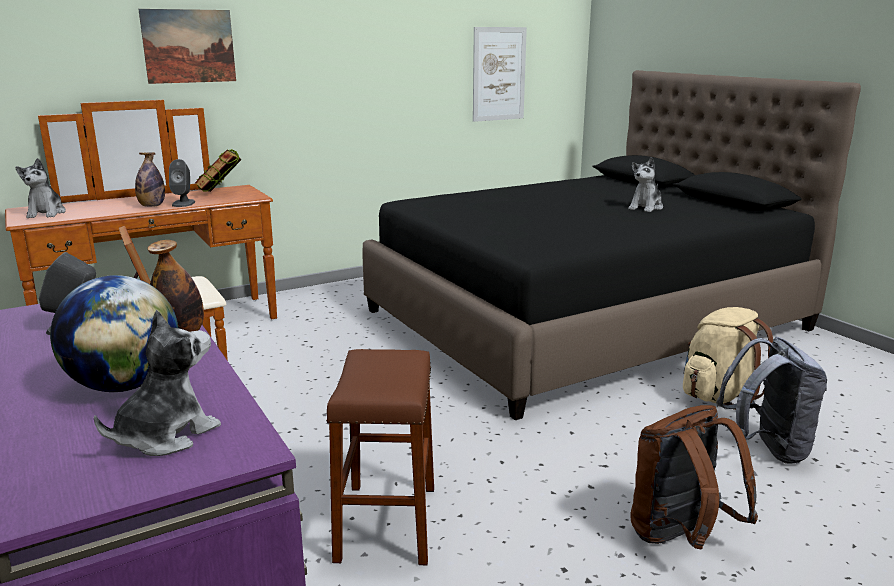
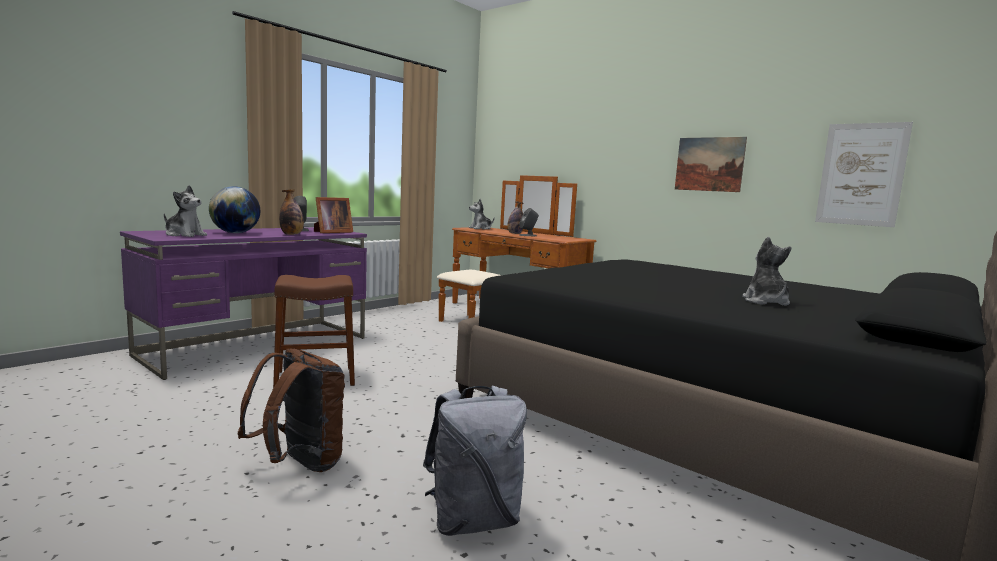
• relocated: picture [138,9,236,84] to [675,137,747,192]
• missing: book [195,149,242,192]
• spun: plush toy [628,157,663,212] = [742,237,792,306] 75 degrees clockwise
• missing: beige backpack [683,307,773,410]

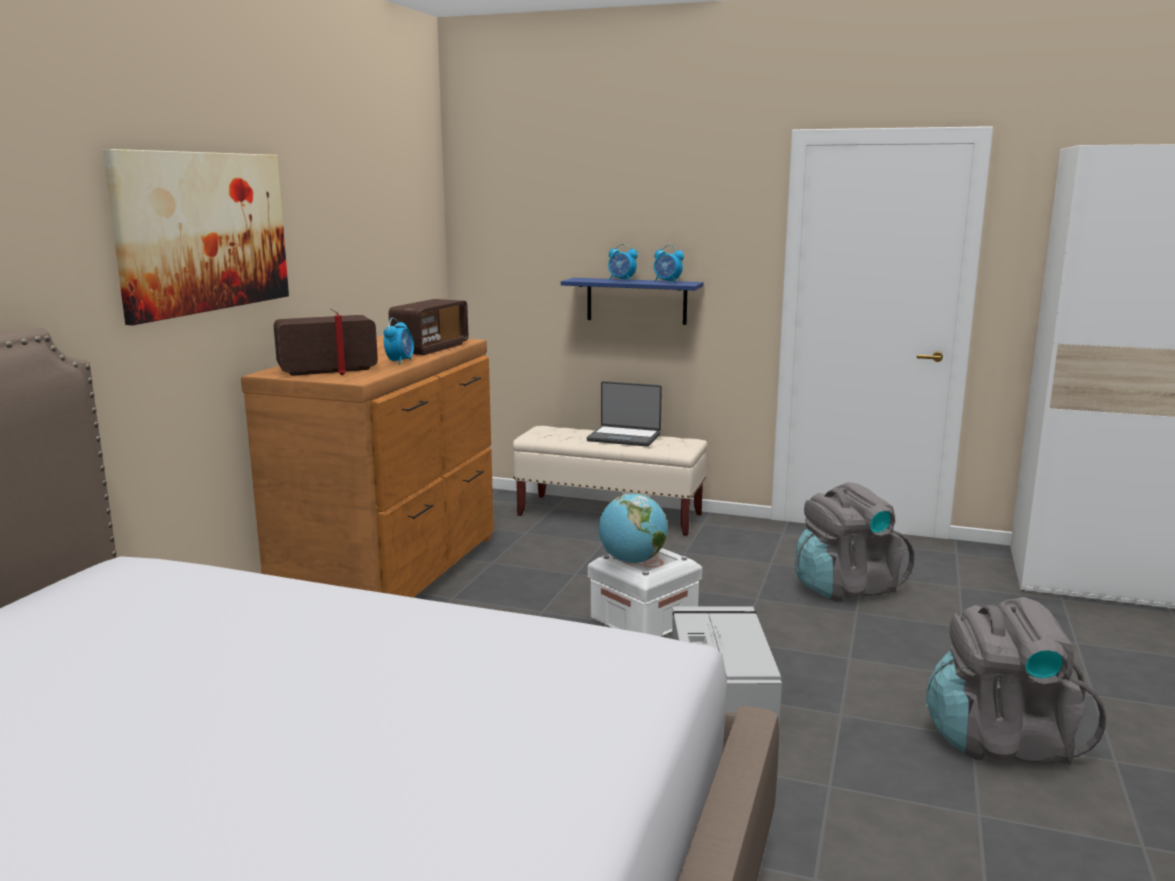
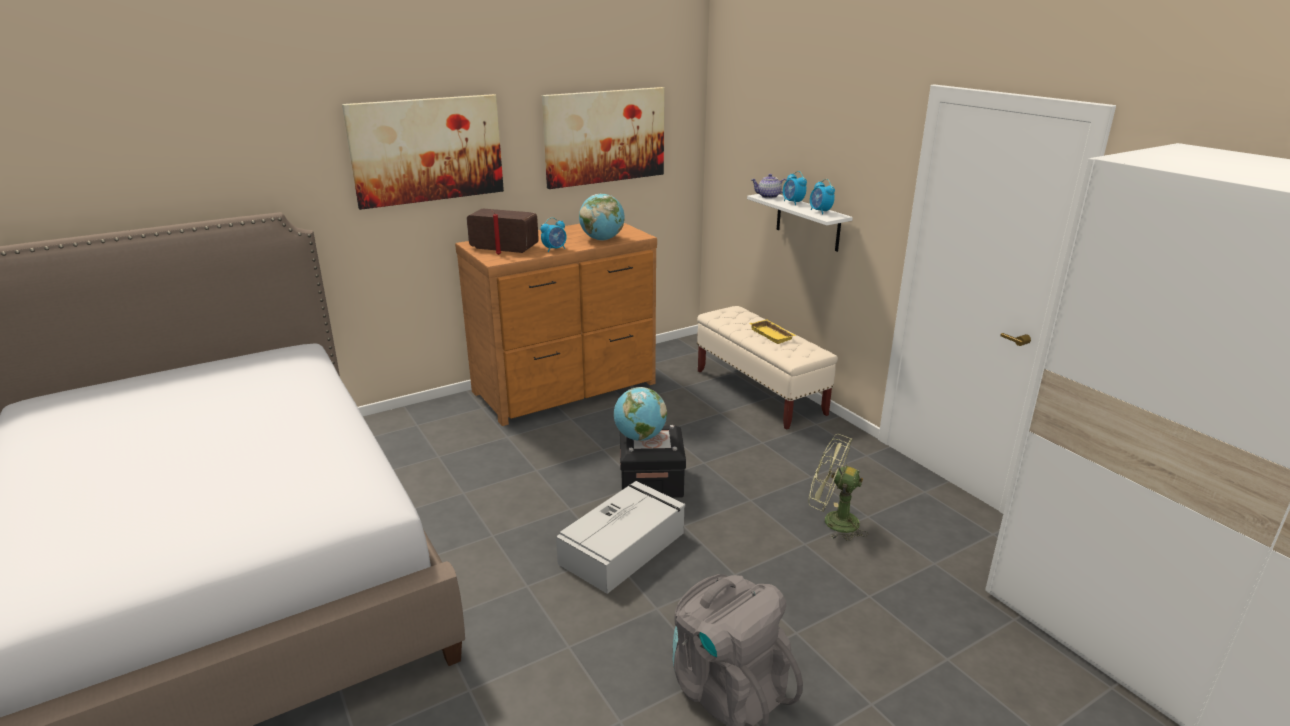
• colour: blue shelf [561,278,704,325] to white shelf [747,194,853,252]
• exchanged: radio [389,299,468,355] to globe [579,194,625,241]
• exchanged: laptop [587,381,662,447] to yellow tray [749,319,796,344]
• exchanged: grey backpack [795,482,914,602] to green fan [808,434,868,541]
• colour: white storage box [588,548,702,636] to black storage box [620,425,686,498]
• appeared: picture [542,87,665,189]
• appeared: teapot [751,174,787,199]

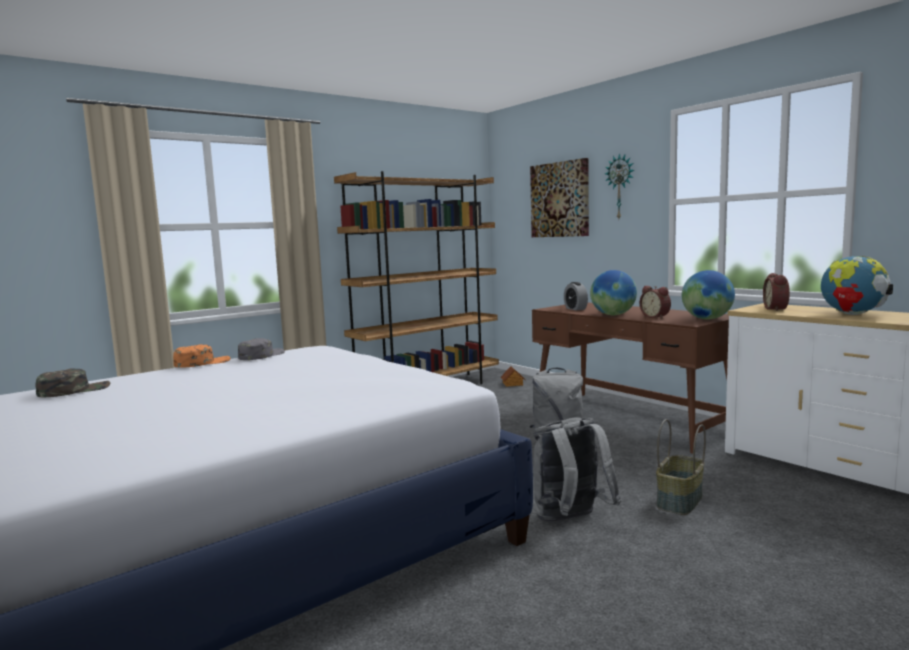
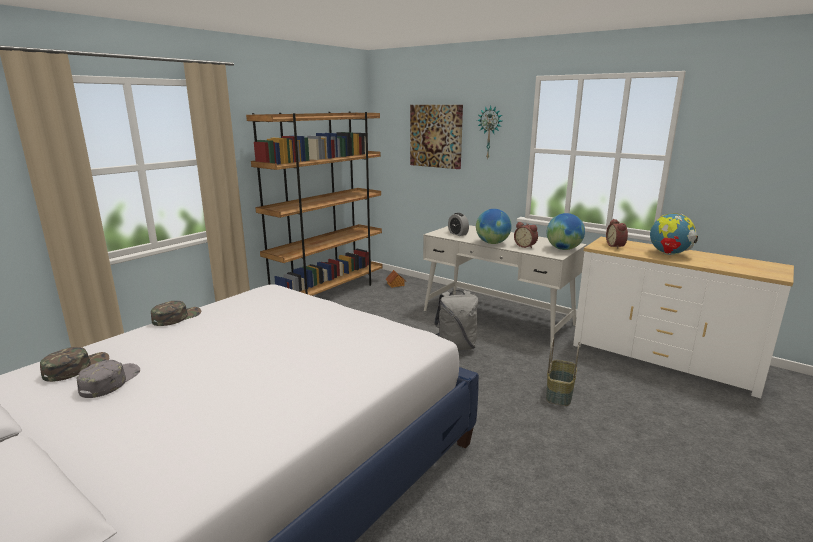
• colour: brown desk [532,303,729,454] to white desk [423,225,587,348]
• relocated: grey cap [238,338,285,360] to [77,360,140,398]
• colour: orange cap [173,345,230,368] to green cap [151,301,202,326]
• missing: grey backpack [533,417,621,522]

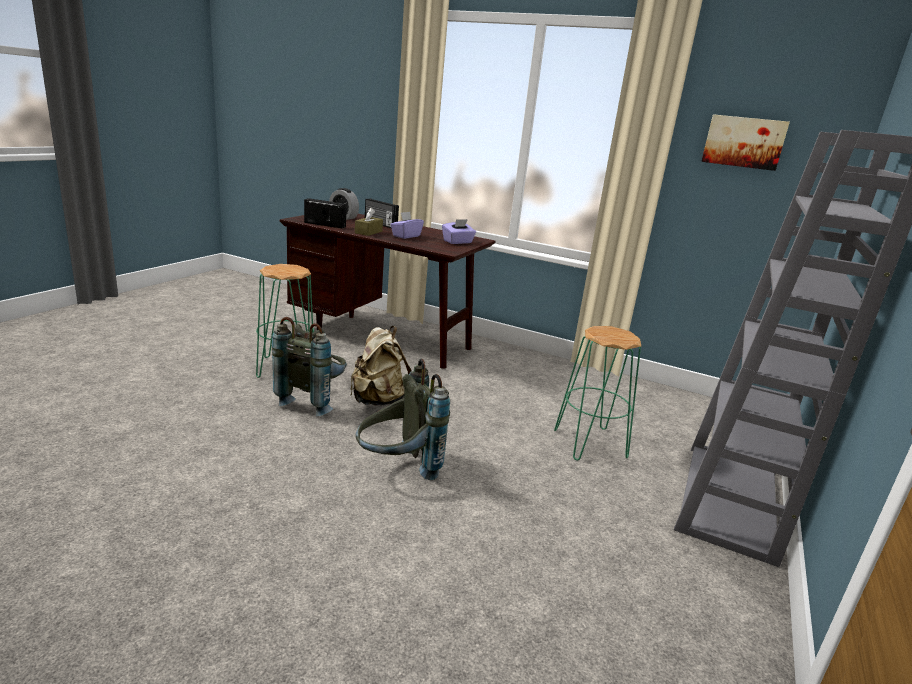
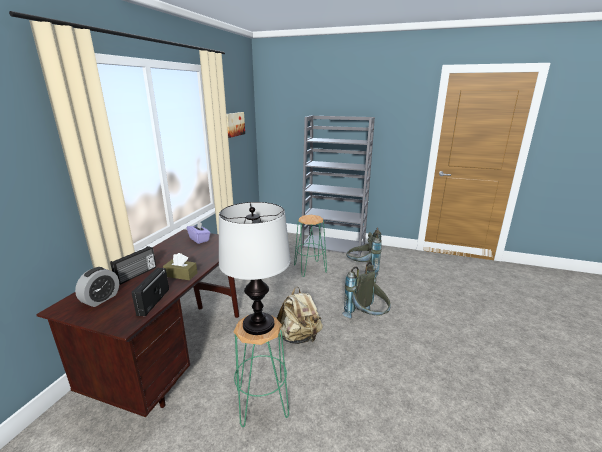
• missing: purple tissue box [390,212,424,239]
• relocated: grey backpack [272,317,347,416] to [346,227,382,277]
• appeared: table lamp [219,202,291,335]

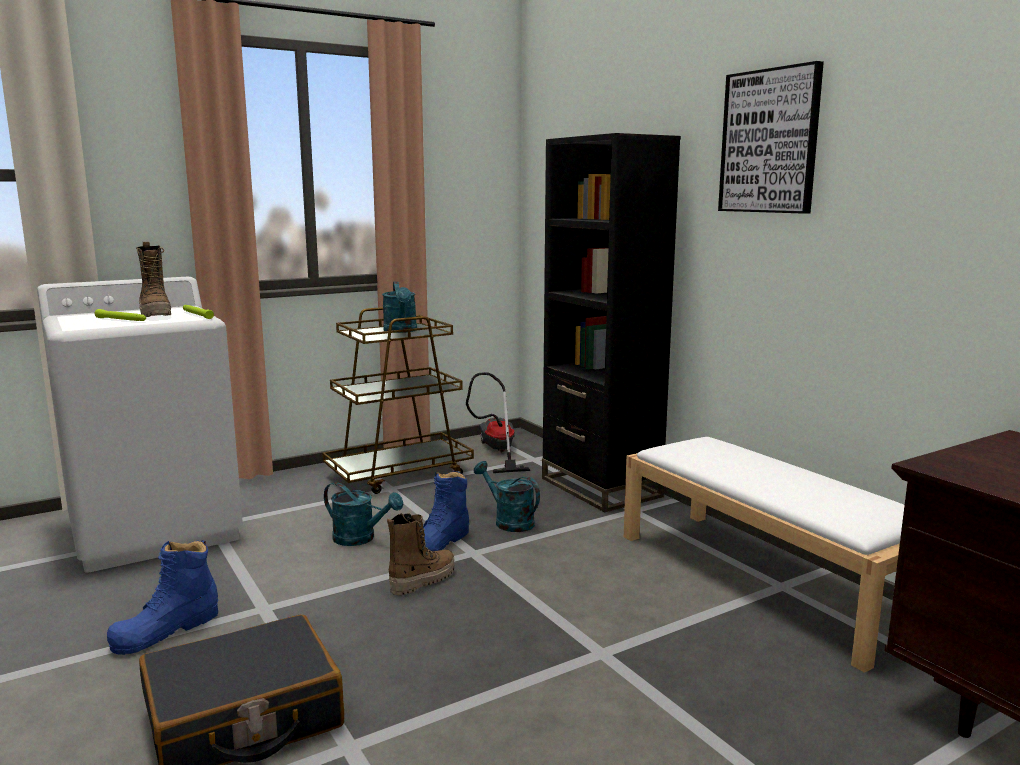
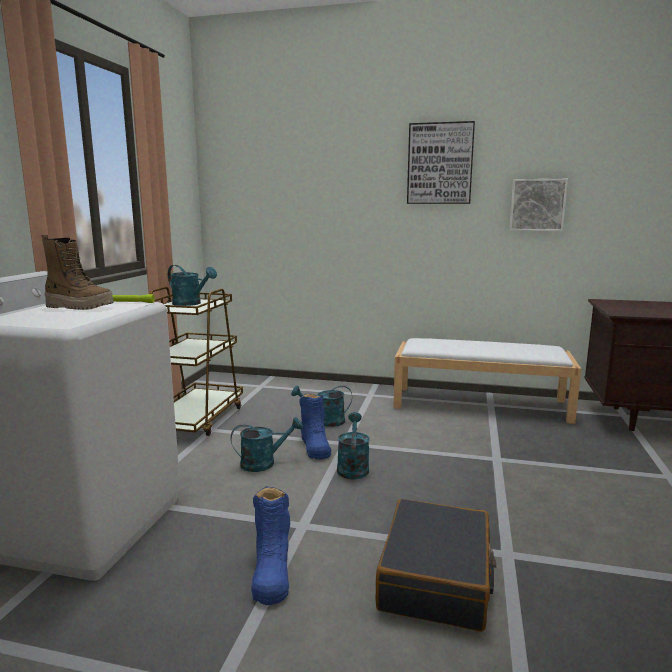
• missing: black bookcase [542,133,681,512]
• missing: green flashlight [95,309,146,321]
• missing: vacuum cleaner [466,372,531,473]
• exchanged: boot [387,513,455,595] to turquoise watering can [337,412,370,479]
• appeared: picture [509,179,568,231]

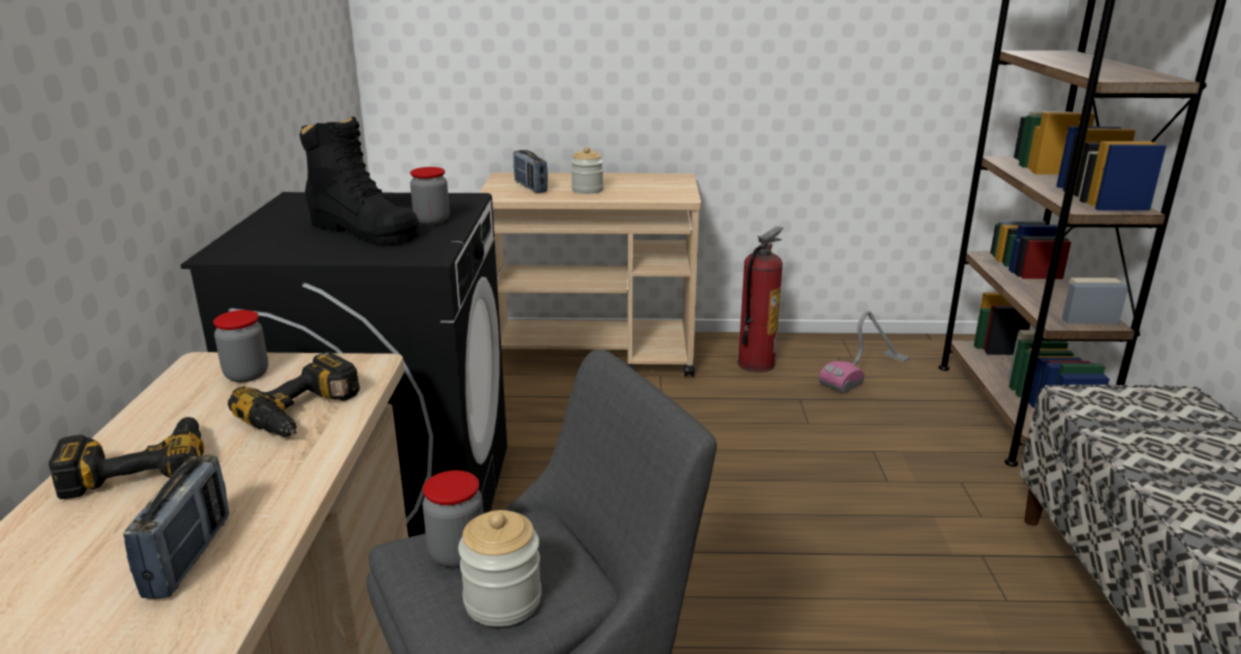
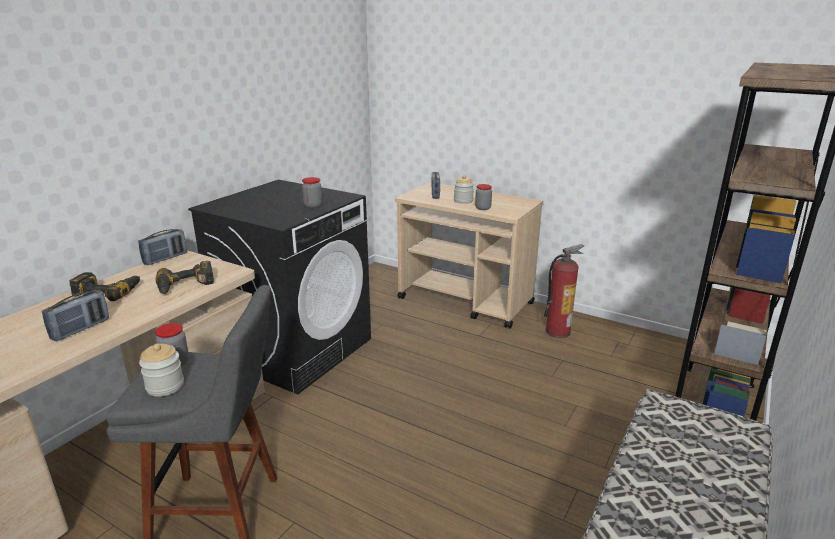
• missing: black boot [299,116,420,244]
• relocated: jar [213,310,268,382] to [475,184,492,210]
• missing: vacuum cleaner [819,311,910,393]
• appeared: radio [138,229,187,265]

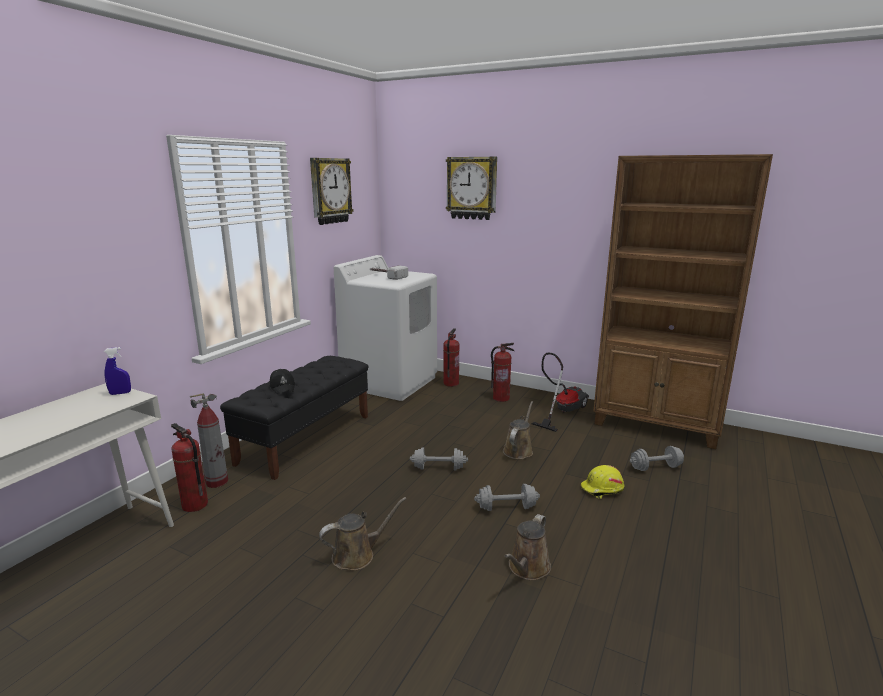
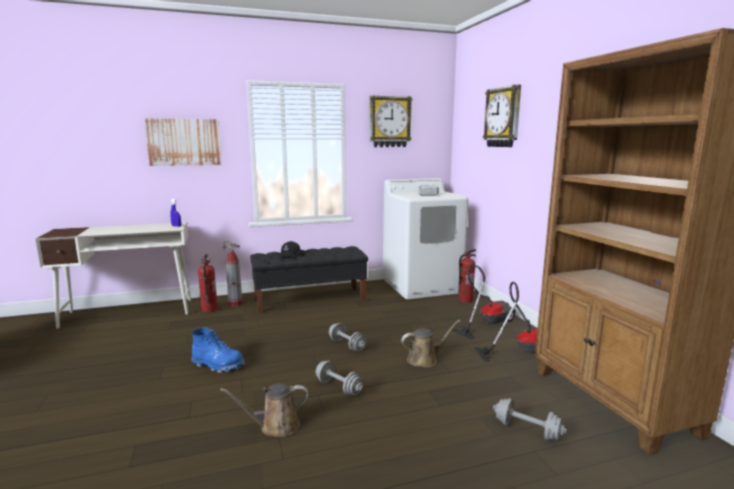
• exchanged: fire extinguisher [491,343,515,402] to vacuum cleaner [452,265,516,339]
• missing: yellow hard hat [581,465,624,499]
• exchanged: brown watering can [319,497,406,570] to blue boot [191,327,245,373]
• appeared: picture [144,118,222,166]

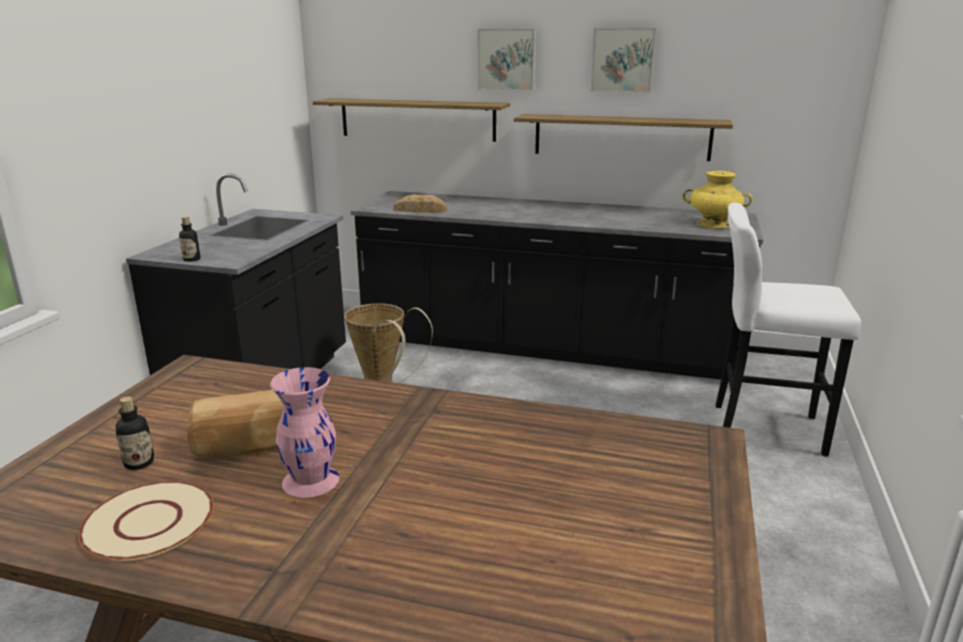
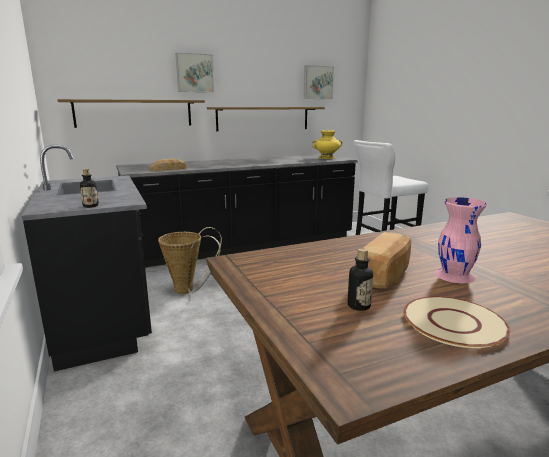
• relocated: picture [591,28,656,93] to [304,65,334,99]

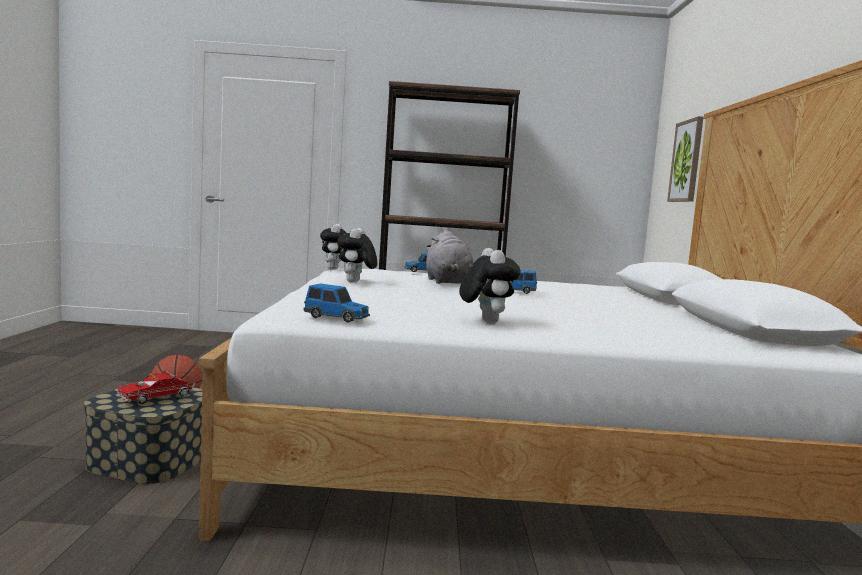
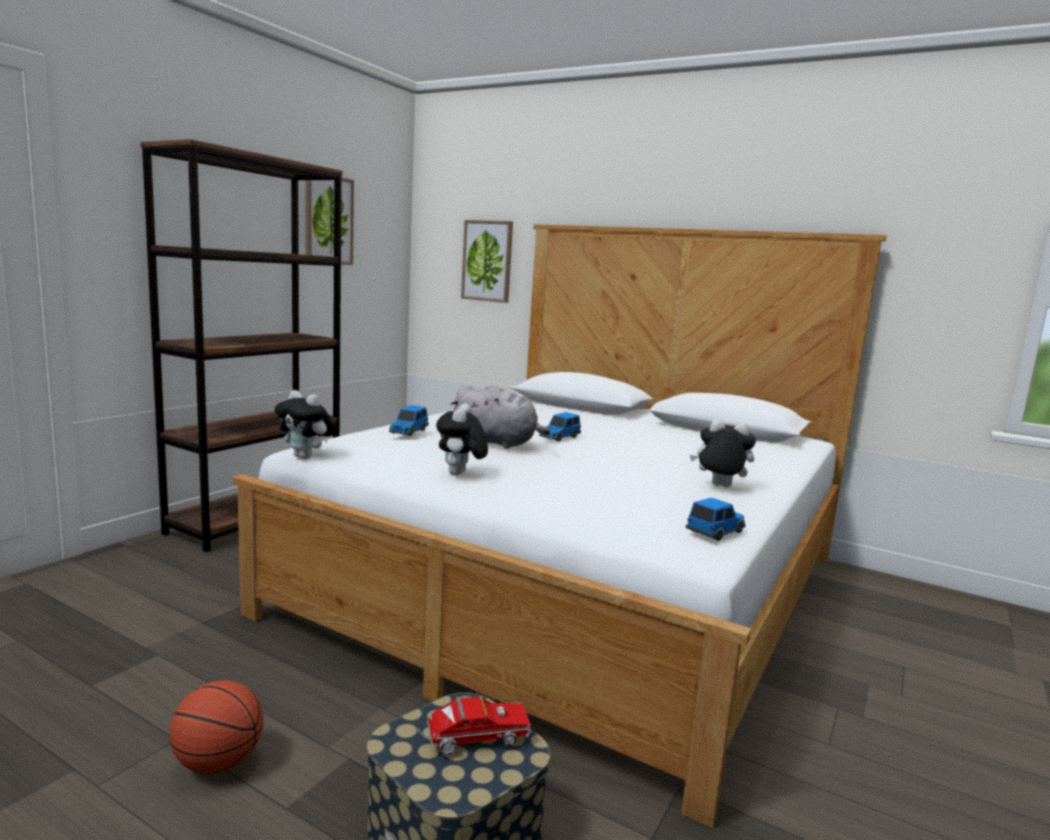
• spun: plush toy [337,228,377,282] = [436,403,488,475] 60 degrees clockwise
• spun: toy truck [117,371,195,404] = [418,696,531,755] 90 degrees counterclockwise
• appeared: picture [305,178,354,265]

